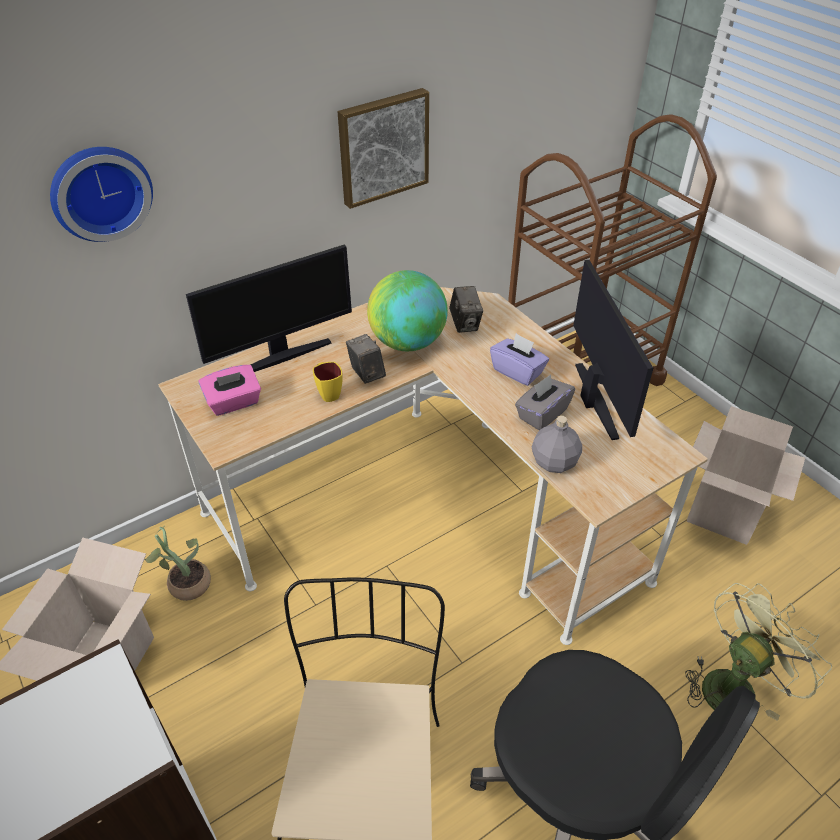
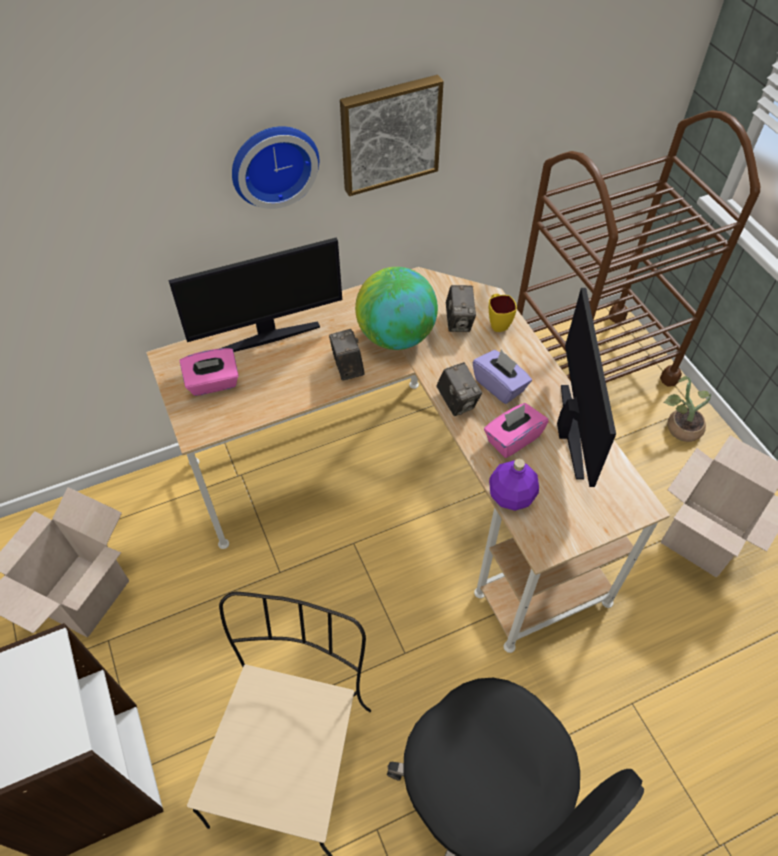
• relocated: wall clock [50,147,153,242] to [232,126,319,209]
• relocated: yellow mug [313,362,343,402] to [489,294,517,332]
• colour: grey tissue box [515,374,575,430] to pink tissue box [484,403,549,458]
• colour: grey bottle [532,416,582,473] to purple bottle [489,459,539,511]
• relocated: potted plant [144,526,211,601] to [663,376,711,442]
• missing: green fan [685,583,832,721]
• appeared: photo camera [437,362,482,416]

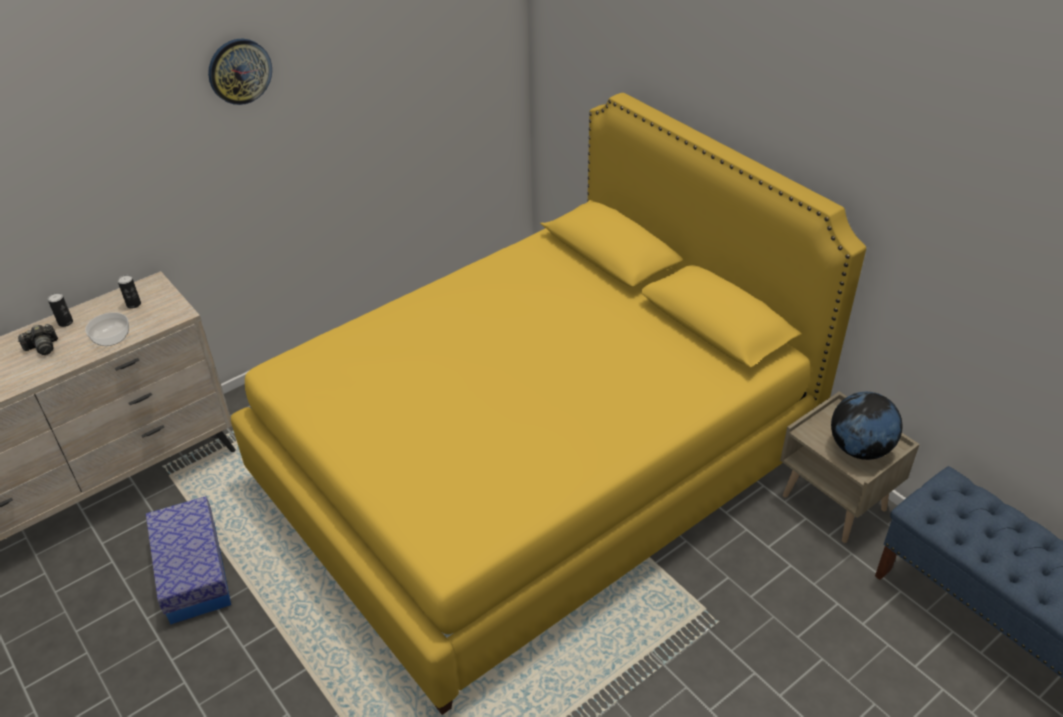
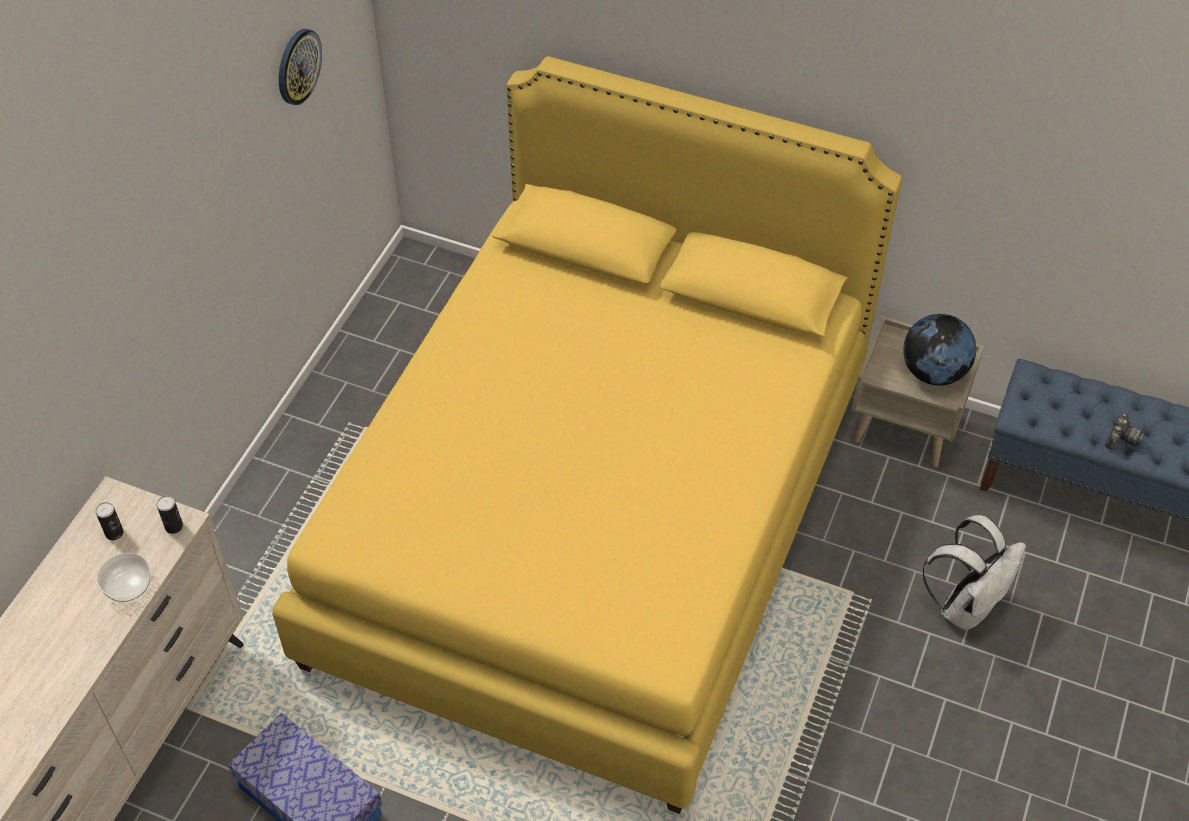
• relocated: wall clock [208,38,272,105] to [279,29,322,105]
• relocated: can [48,293,73,327] to [156,496,183,534]
• relocated: photo camera [18,324,58,355] to [1105,413,1145,449]
• appeared: white backpack [923,515,1026,631]

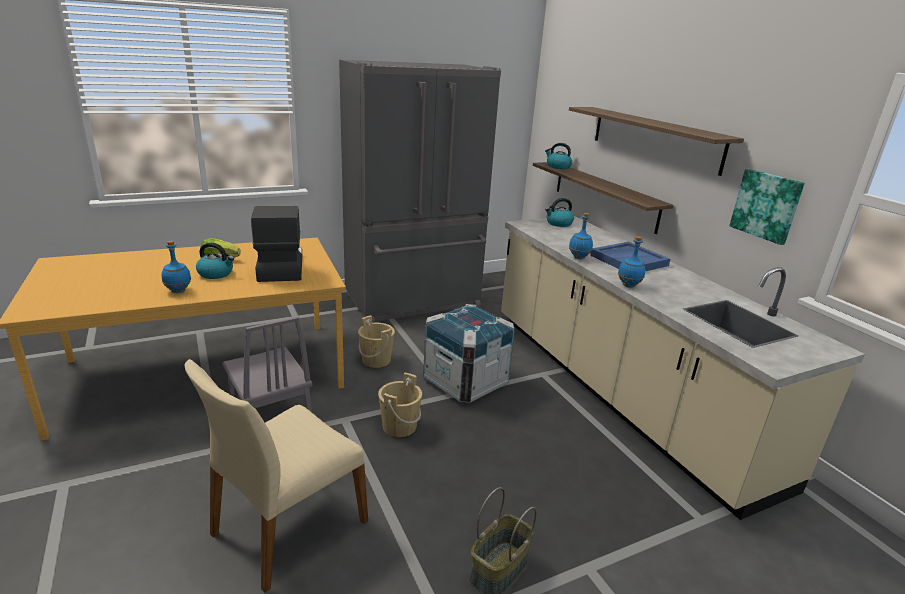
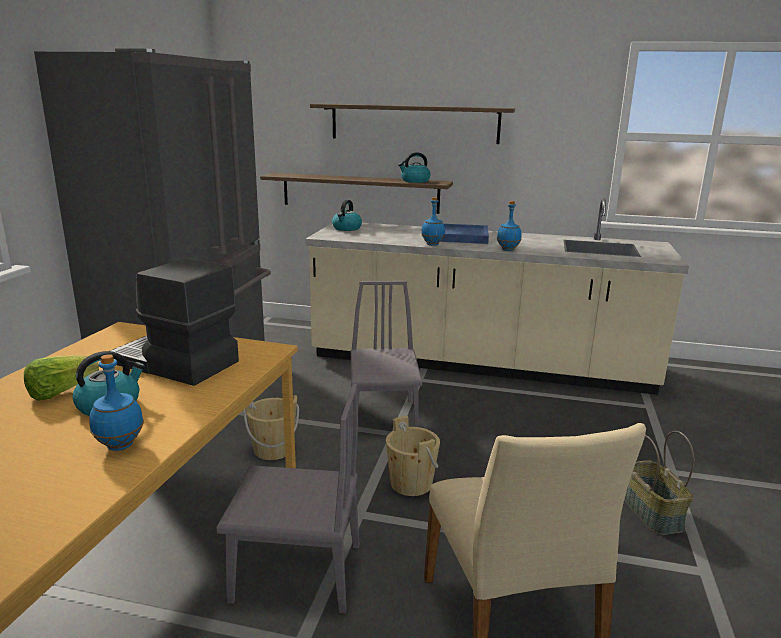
• relocated: kettle [545,143,572,169] to [398,152,431,183]
• missing: picture [729,169,804,245]
• exchanged: crate [423,304,515,403] to grey chair [351,281,422,427]

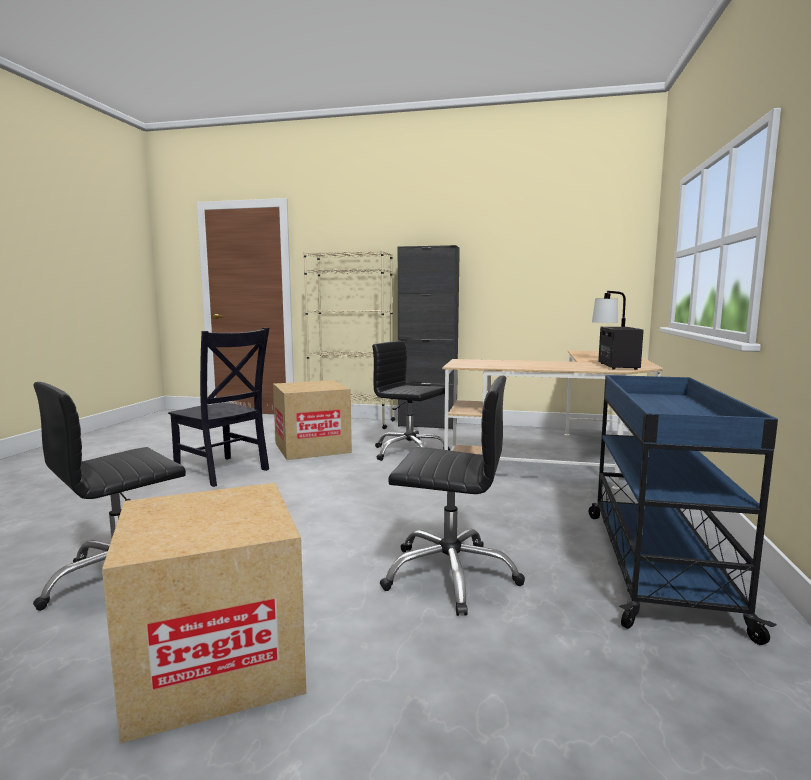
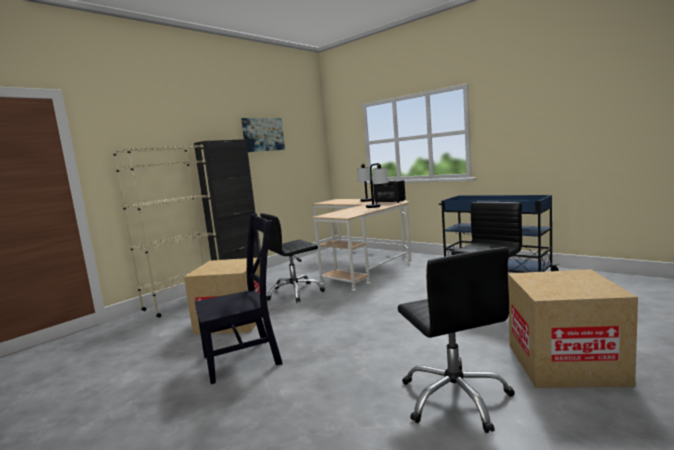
• appeared: picture [241,118,285,152]
• appeared: table lamp [366,163,389,208]

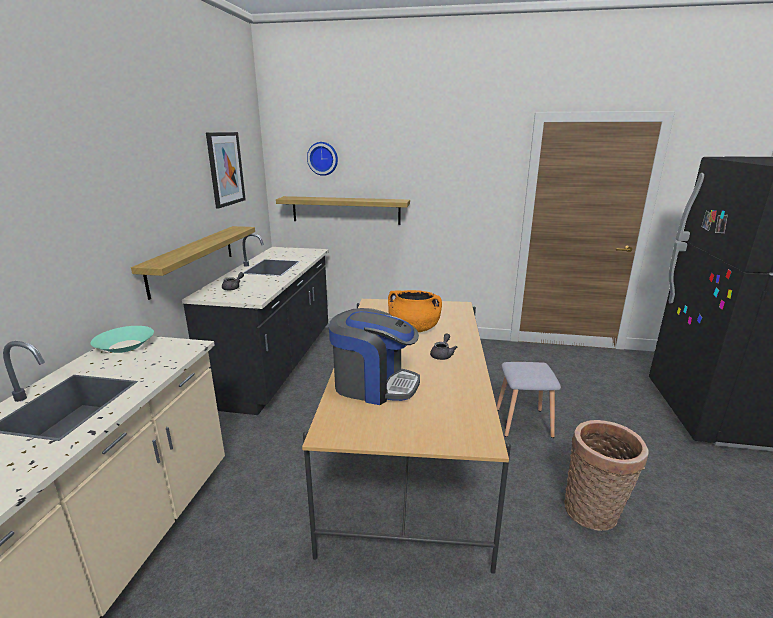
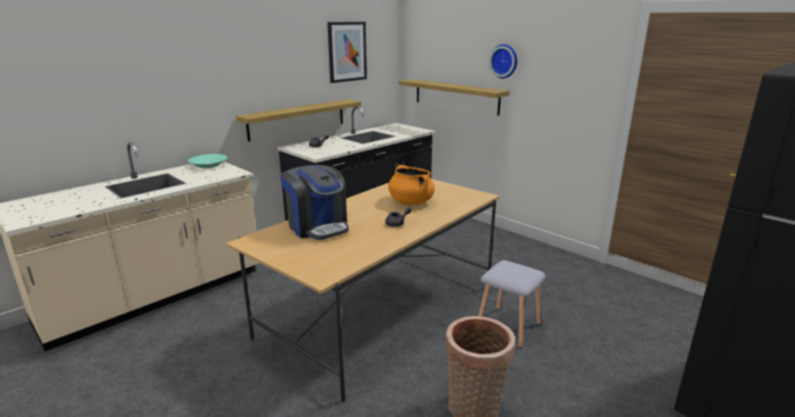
• relocated: wall clock [307,142,338,176] to [489,44,518,78]

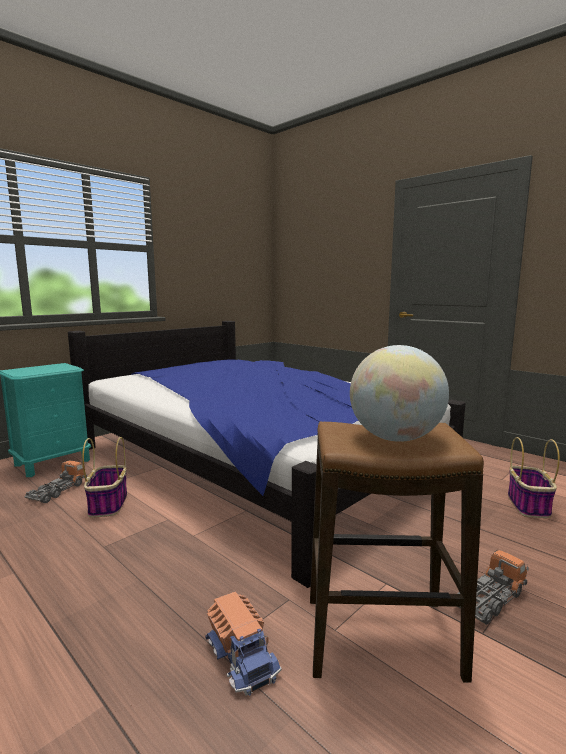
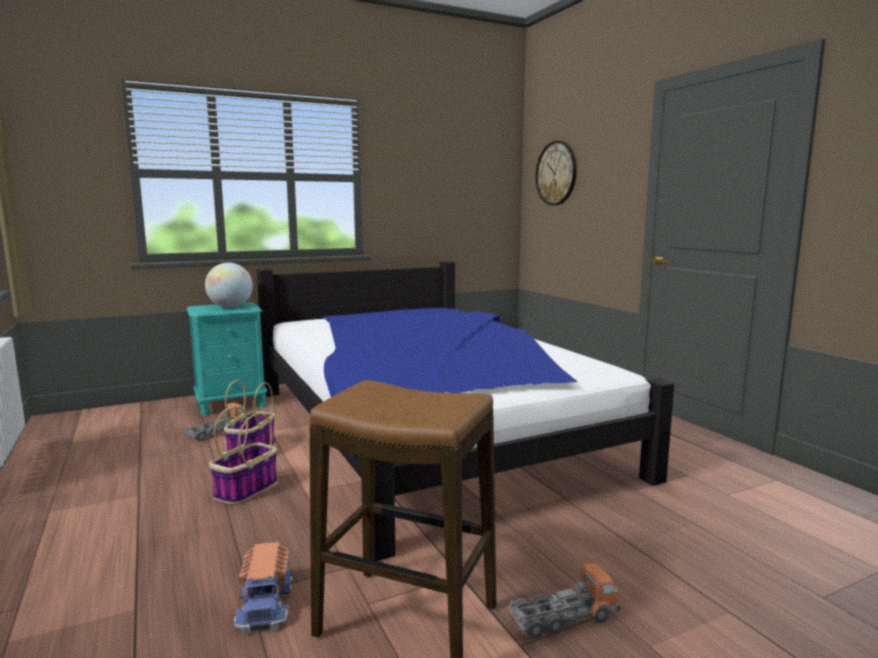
• relocated: globe [350,345,449,442] to [205,263,253,308]
• relocated: basket [508,437,560,518] to [209,407,277,505]
• appeared: wall clock [536,141,577,205]

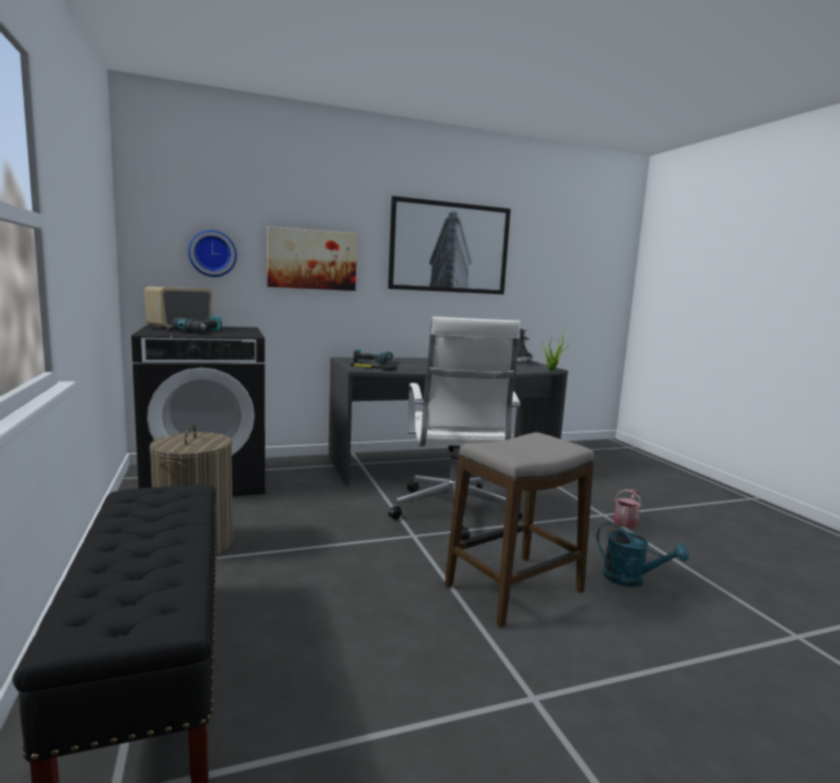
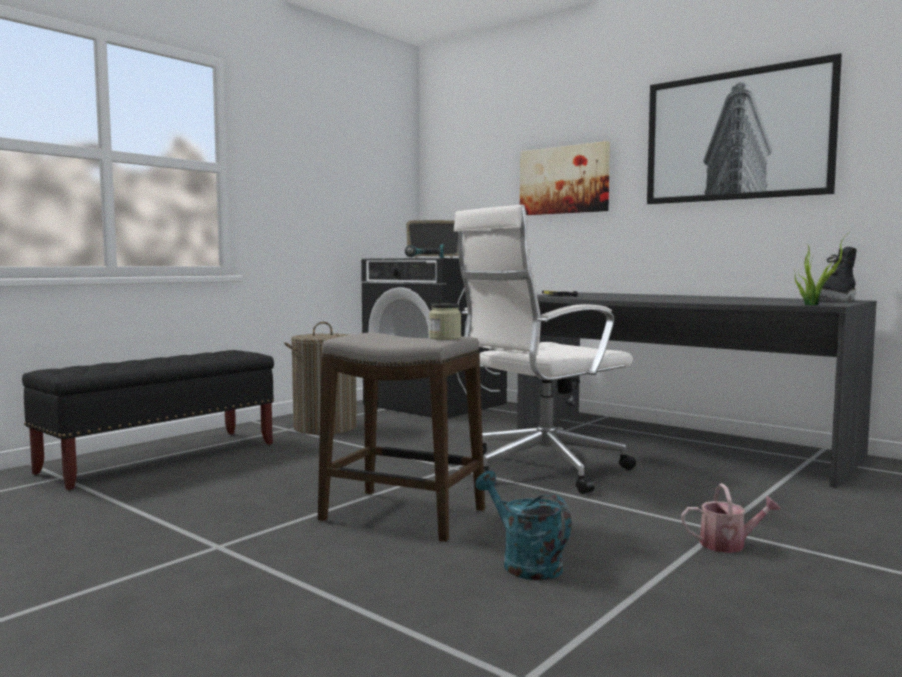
• missing: wall clock [188,230,237,277]
• missing: power drill [354,349,393,364]
• spun: turquoise watering can [597,522,689,587] = [475,471,571,580] 135 degrees clockwise
• appeared: jar [429,303,461,340]

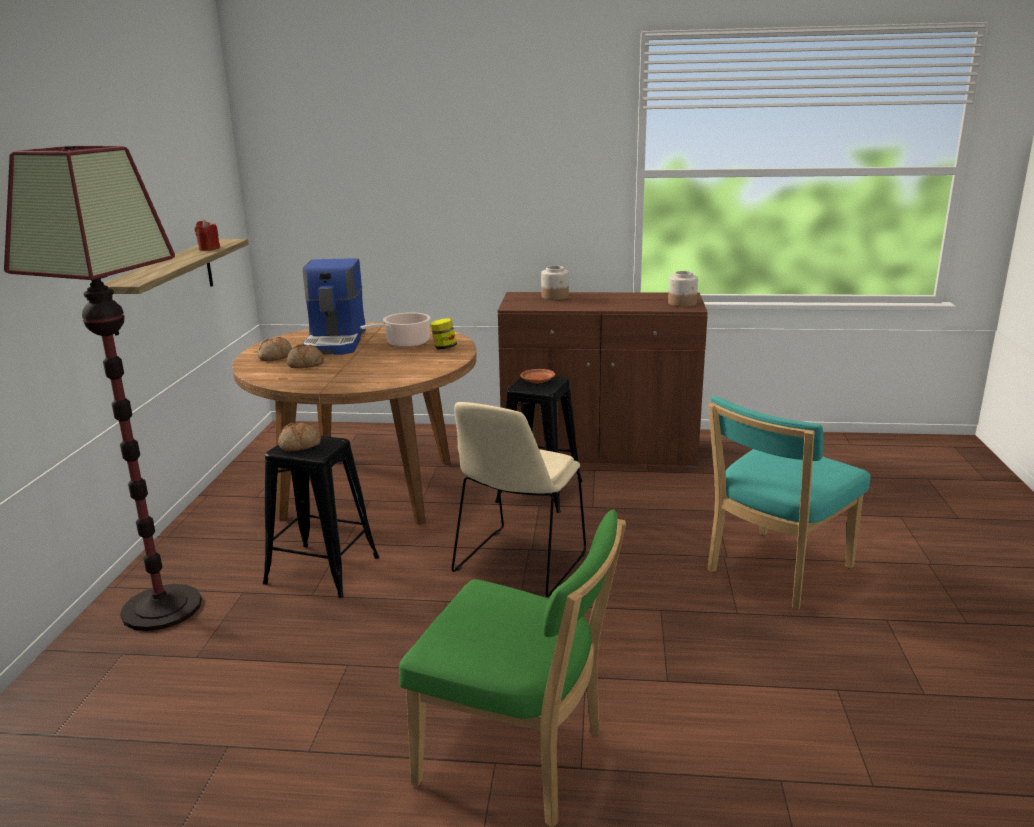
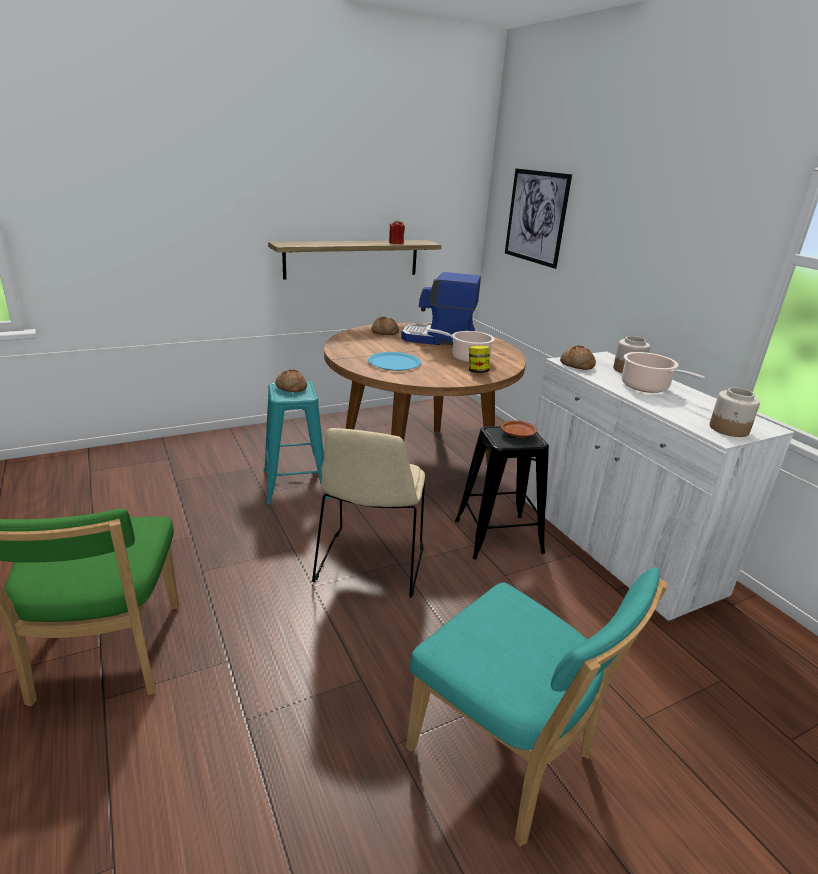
• missing: floor lamp [4,146,202,631]
• spun: coffee machine [302,258,366,355] = [401,272,481,345] 45 degrees clockwise
• colour: brown cabinet [498,292,708,468] to white cabinet [525,351,794,622]
• relocated: bread [286,344,324,368] to [560,345,596,370]
• spun: turquoise chair [707,396,870,610] = [406,567,667,847] 150 degrees counterclockwise
• spun: beige chair [451,402,586,597] = [312,428,425,598] 75 degrees counterclockwise
• colour: black stool [263,436,379,598] to turquoise stool [264,381,329,504]
• appeared: picture [505,168,572,269]
• appeared: blue plate [368,352,421,371]
• appeared: cooking pot [622,352,705,393]

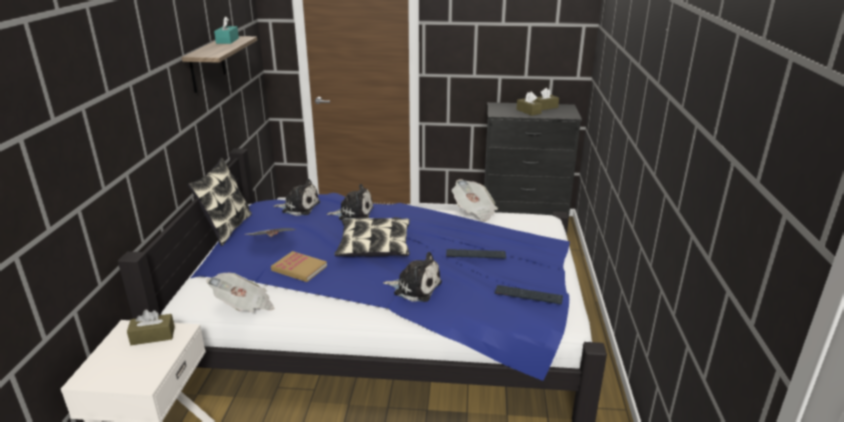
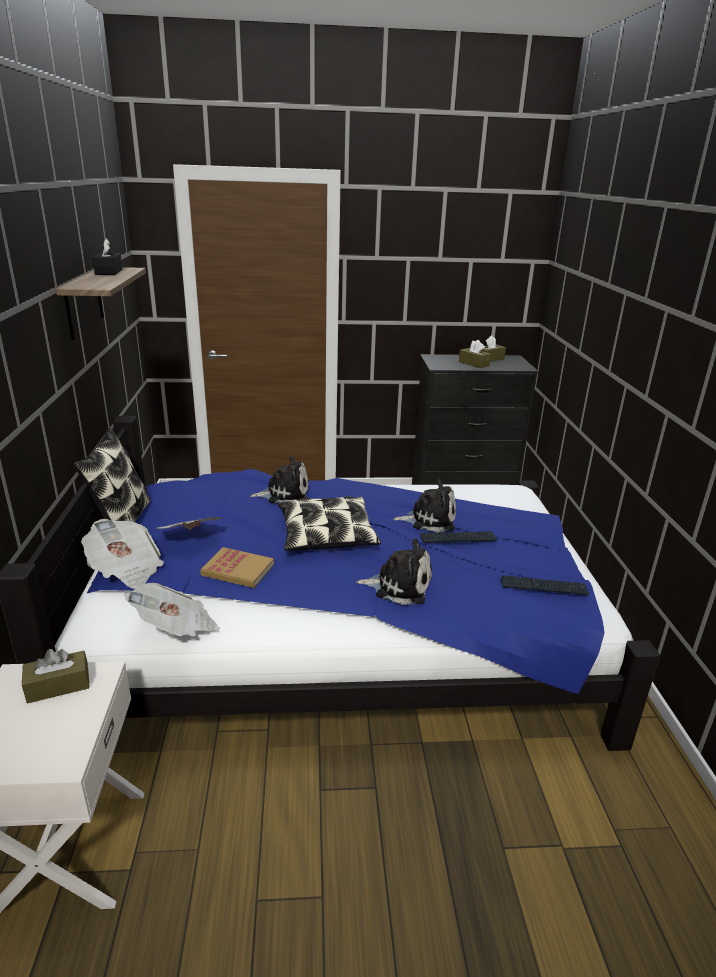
• colour: turquoise tissue box [214,16,239,44] to black tissue box [92,238,122,275]
• relocated: plush toy [273,179,320,216] to [393,479,456,532]
• relocated: newspaper [452,179,498,221] to [81,519,164,589]

